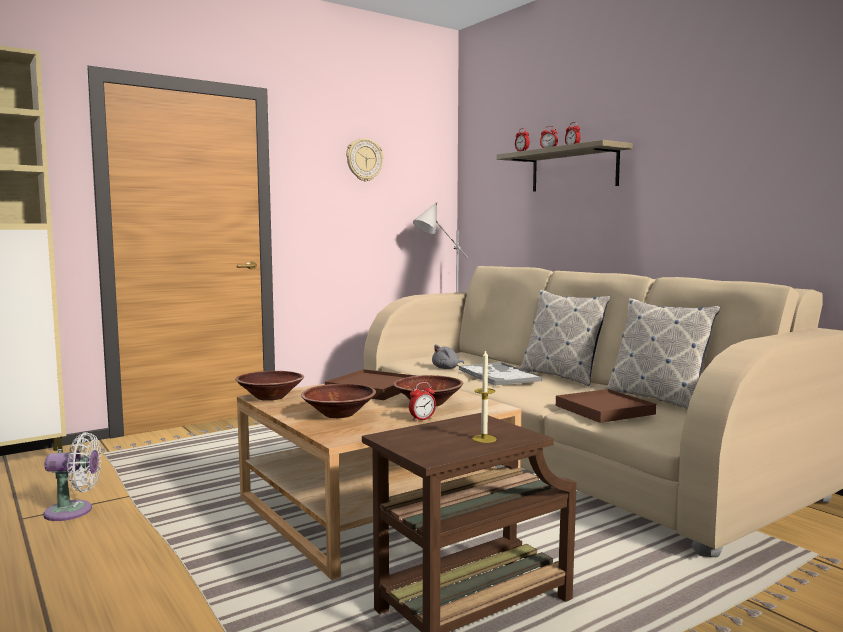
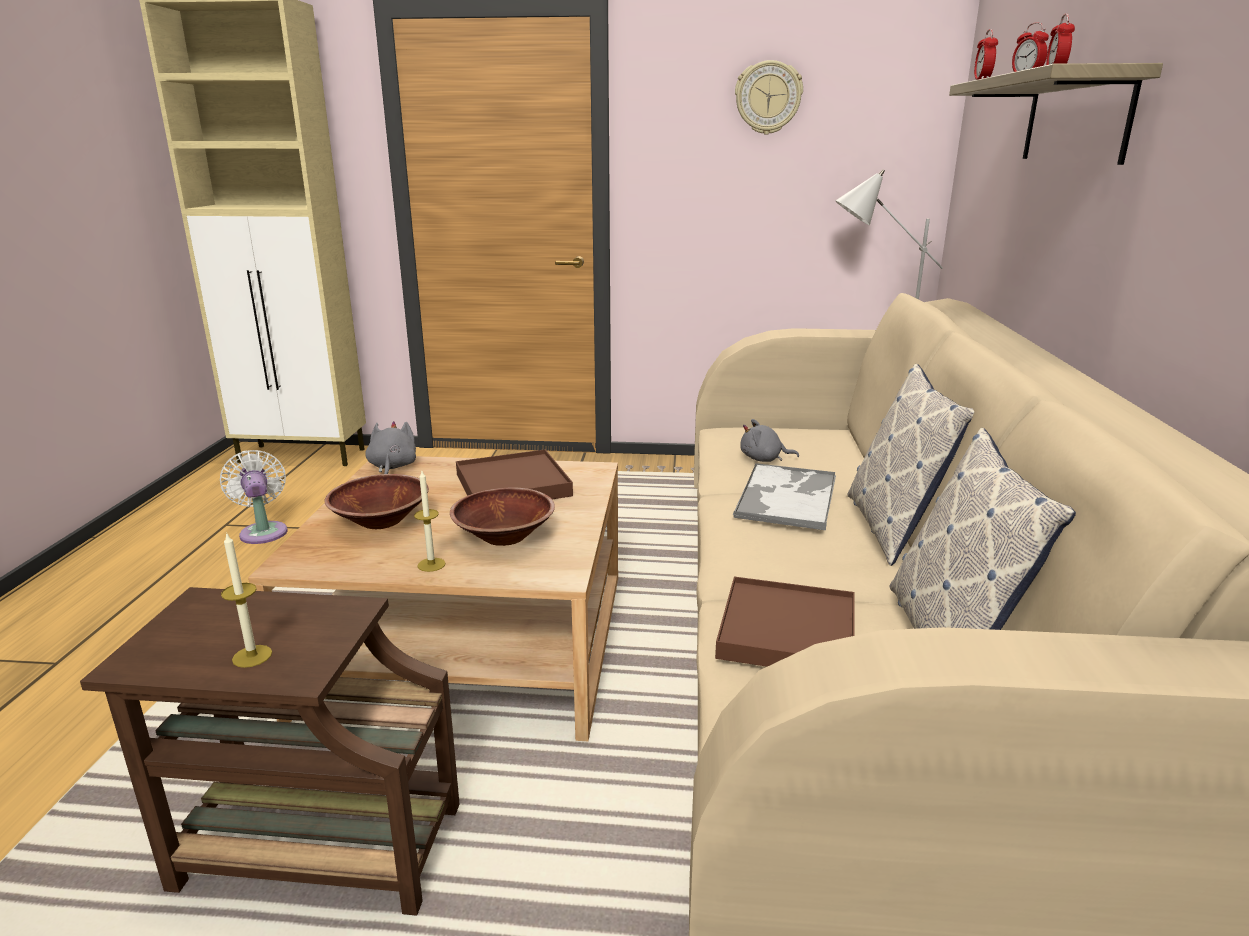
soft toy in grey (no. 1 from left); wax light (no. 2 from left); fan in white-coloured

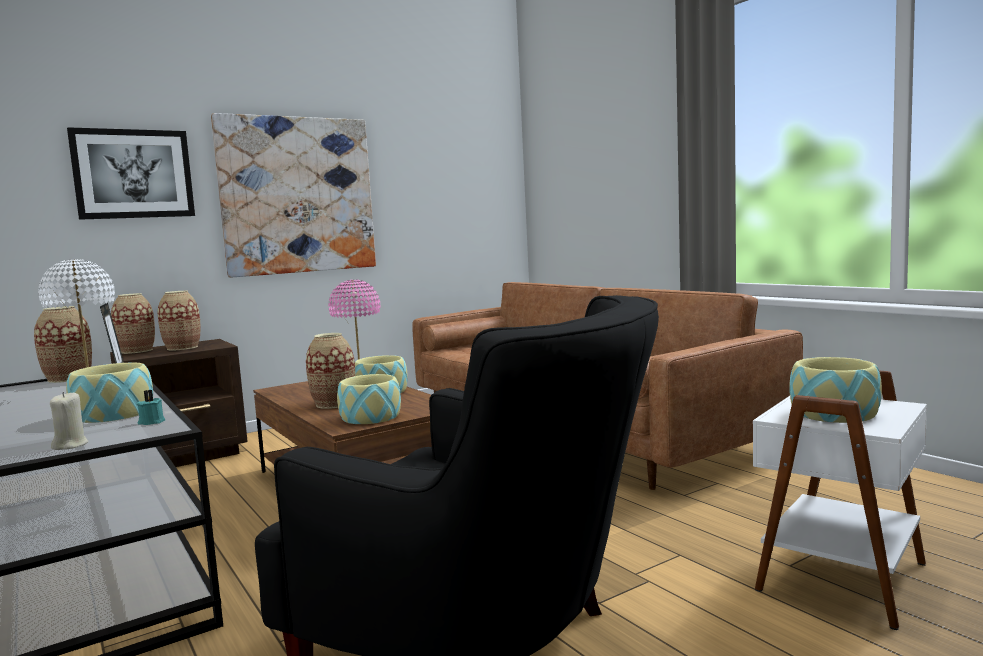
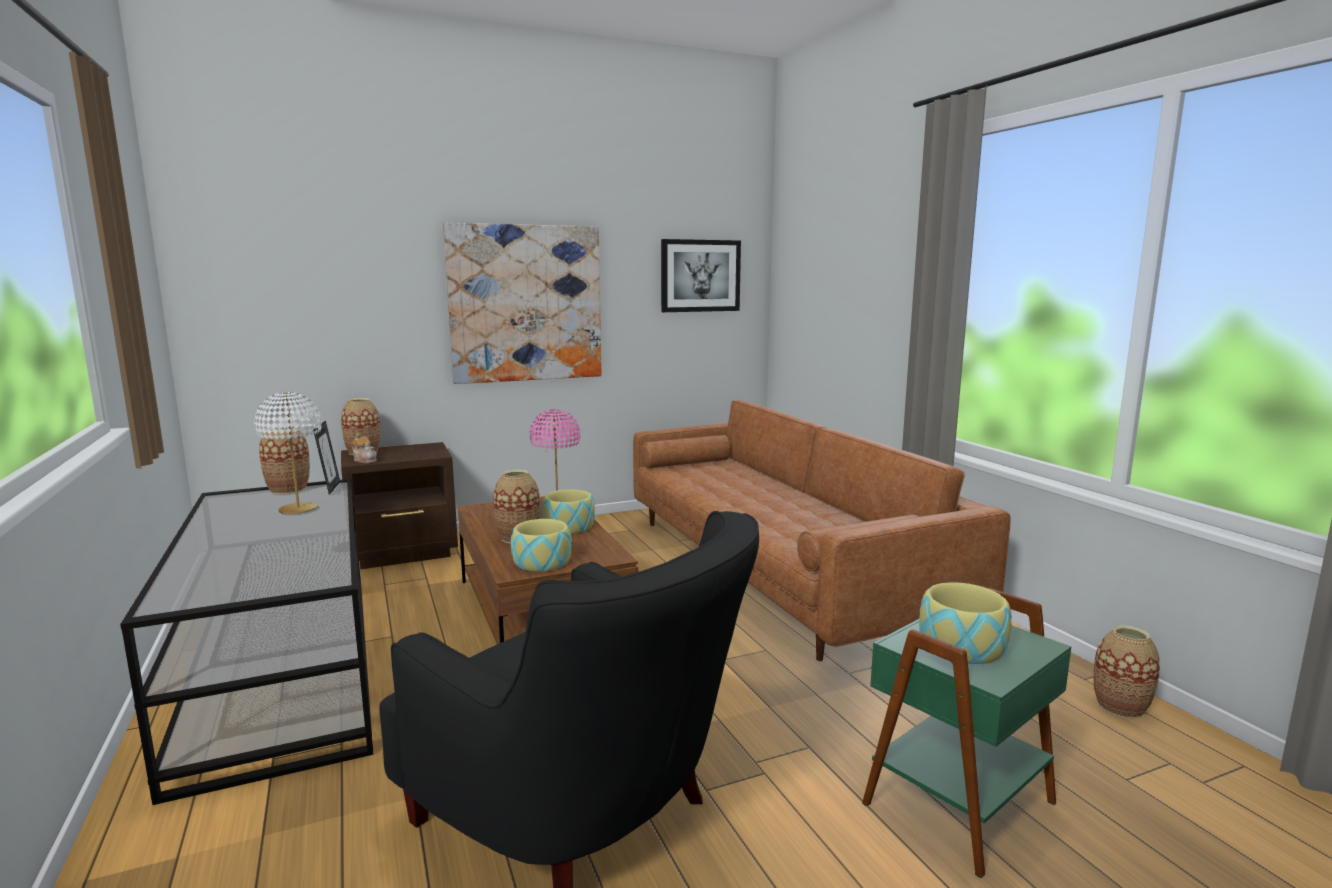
wax light in beige-coloured; serving bowl (no. 1 from left in the first image); wax light in blue-green; pot for tea; picture (no. 2 from left); decorative vase (no. 4 from left); side table in green

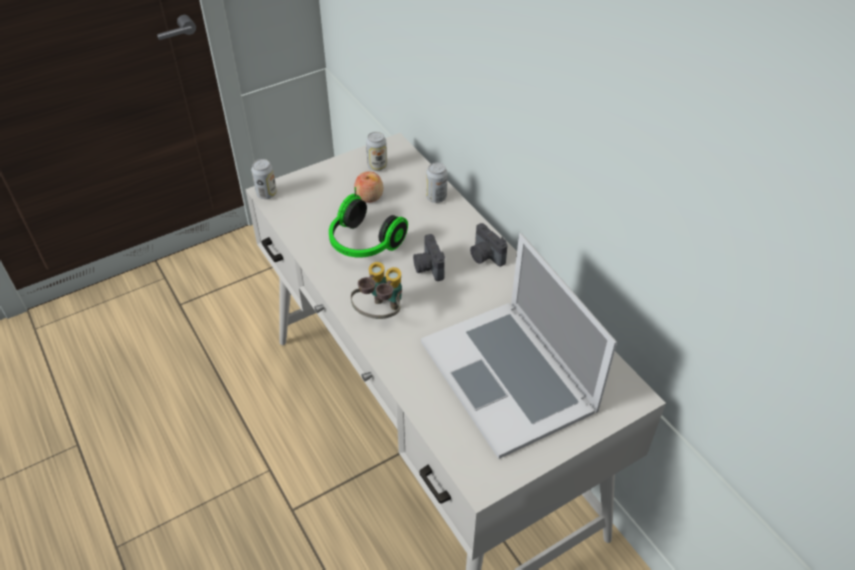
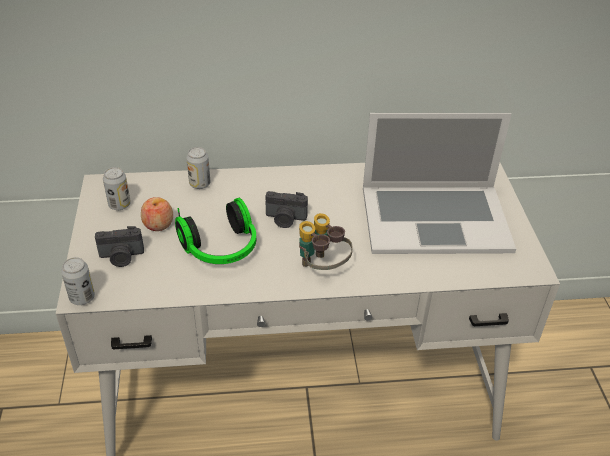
photo camera (no. 1 from left)

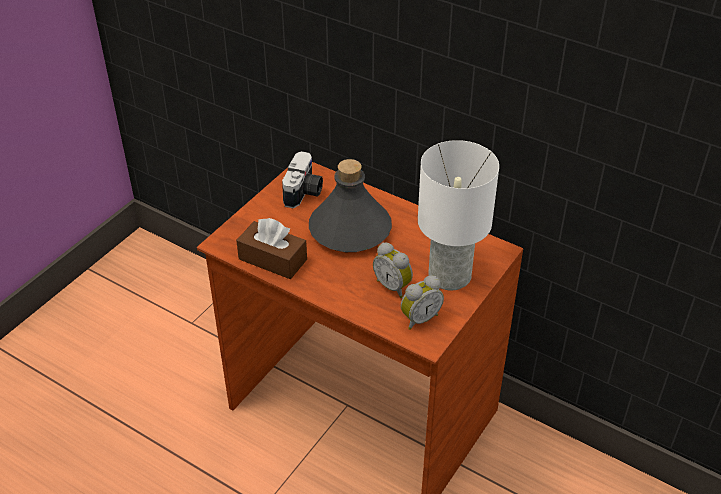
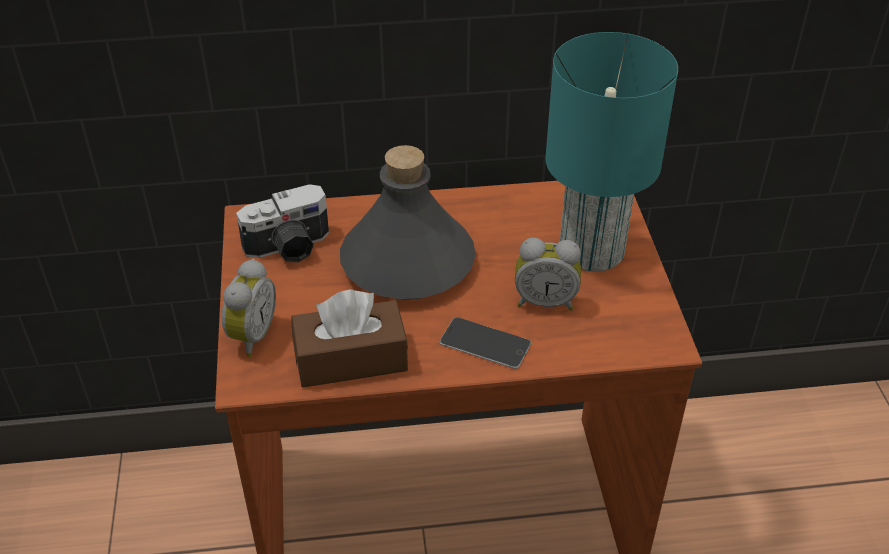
phone; bedside clock (no. 1 from left); table lamp in blue-green; photo camera

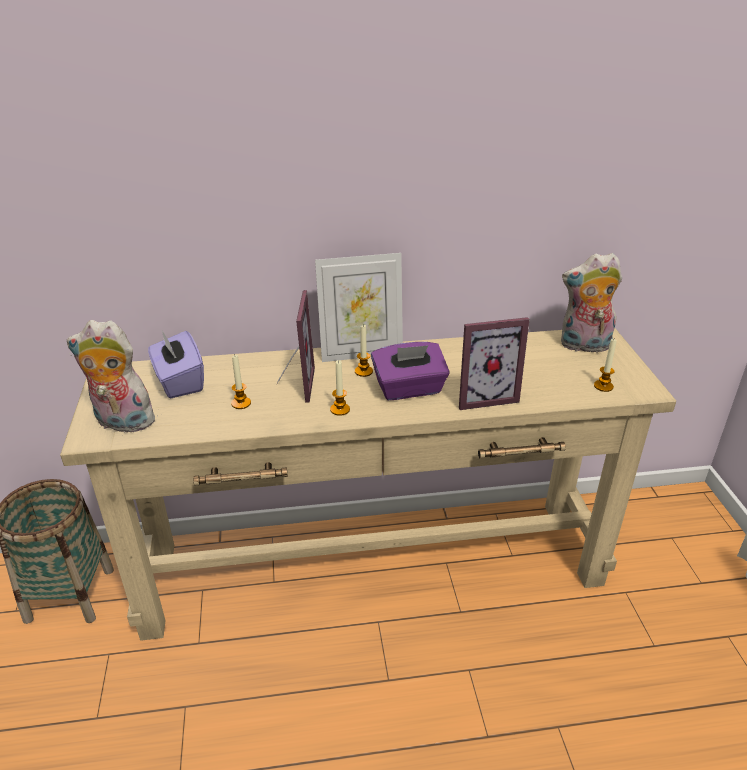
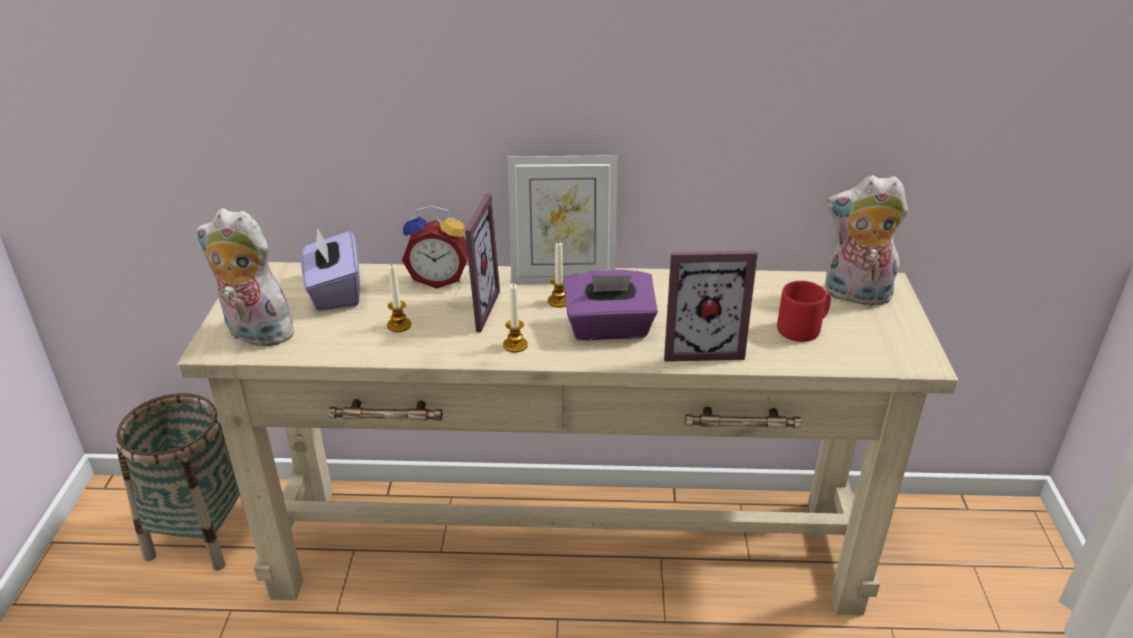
wax light (no. 4 from left in the first image); bedside clock; coffee mug in reddish

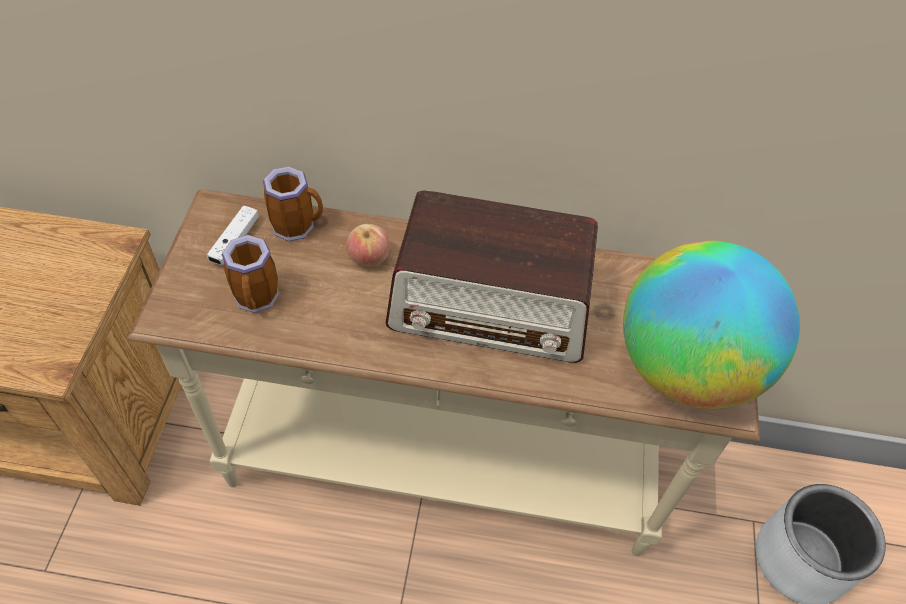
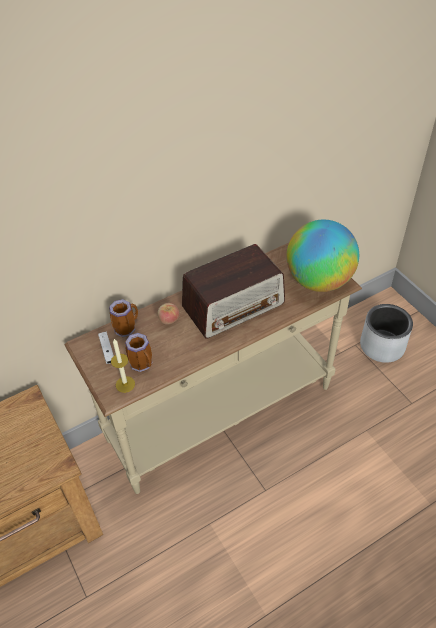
wax light

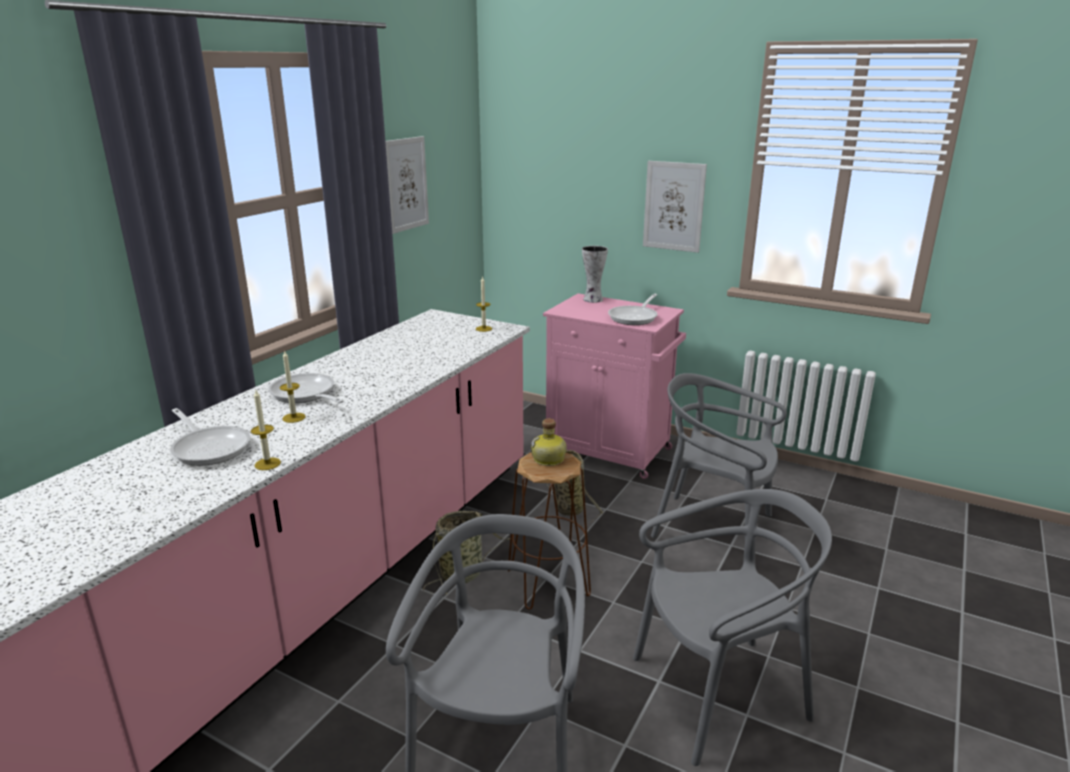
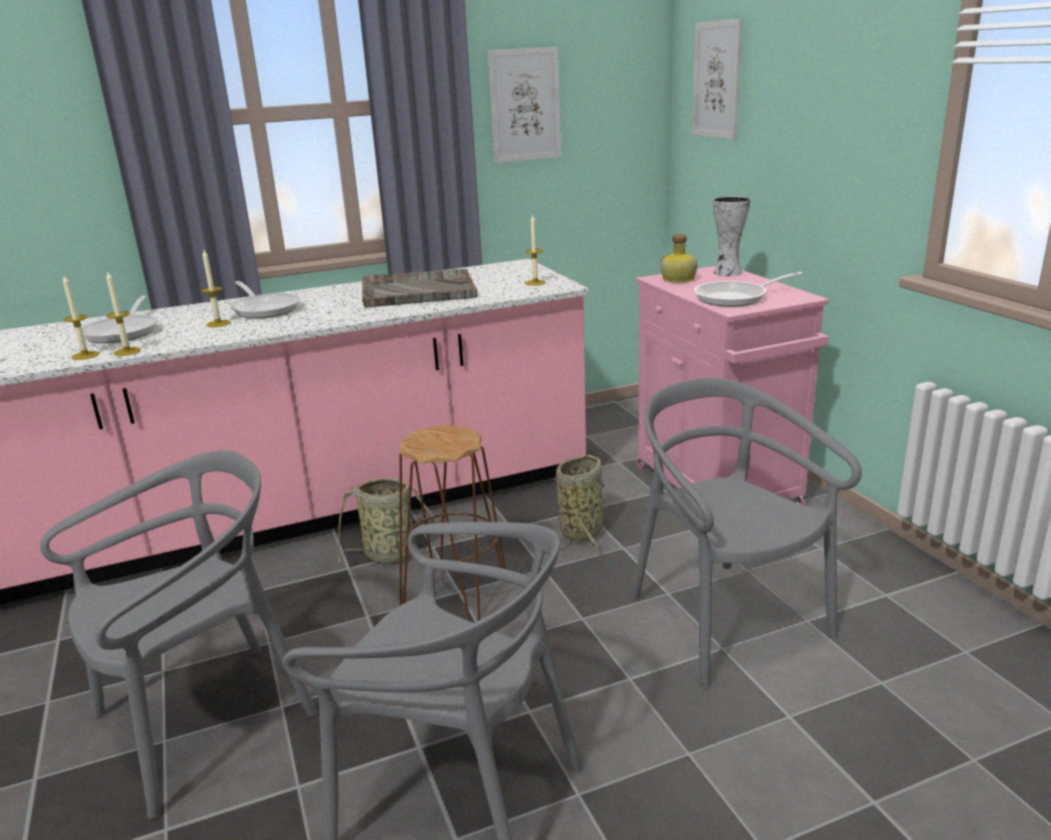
wax light (no. 1 from left); carrying tray in grey; beverage bottle; picture (no. 2 from left); frying pan (no. 2 from left)

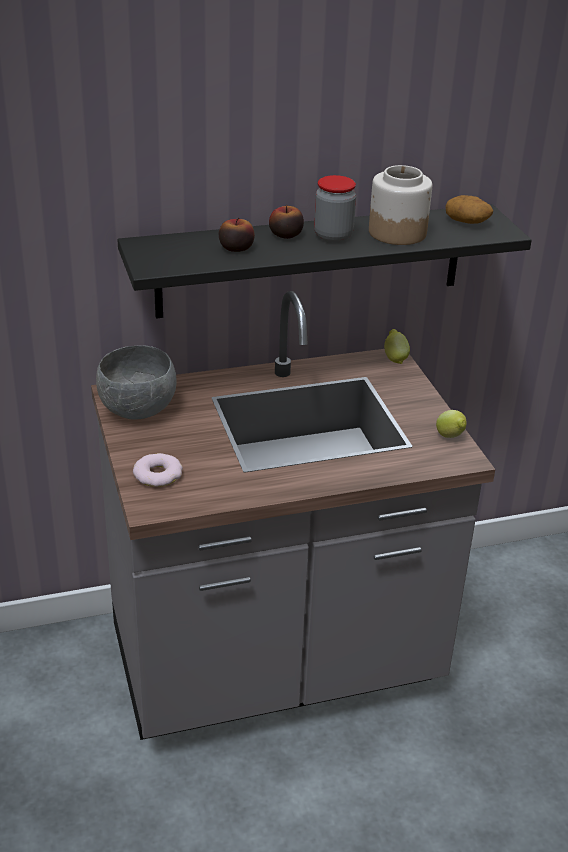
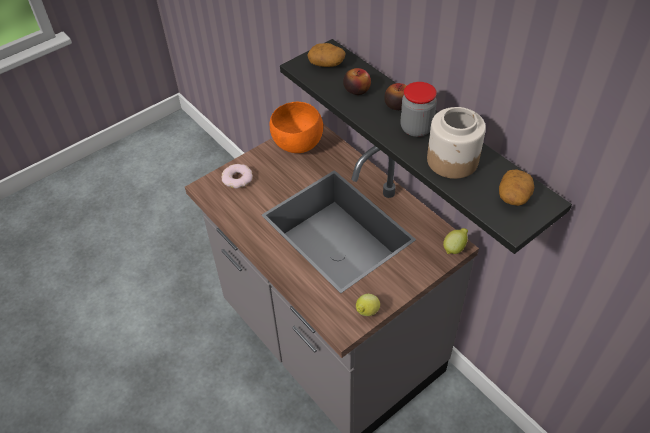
potato (no. 1 from left); serving bowl in orange-coloured

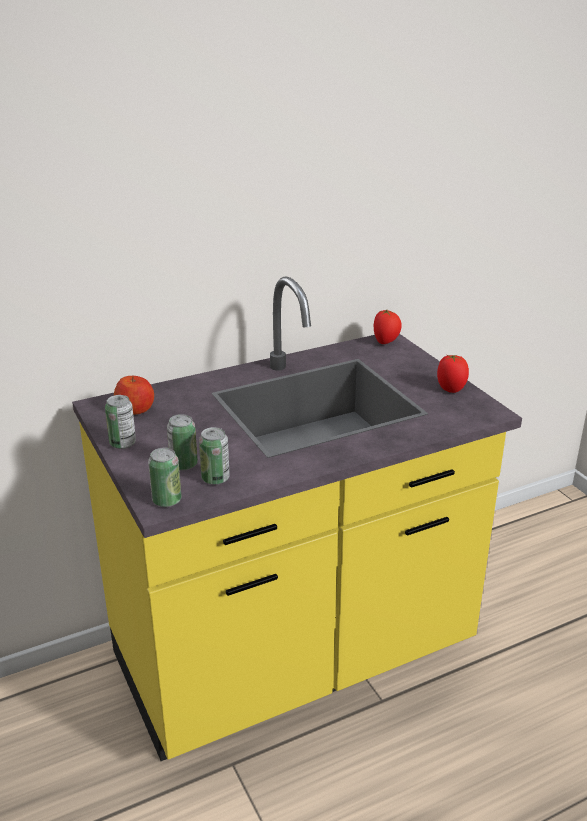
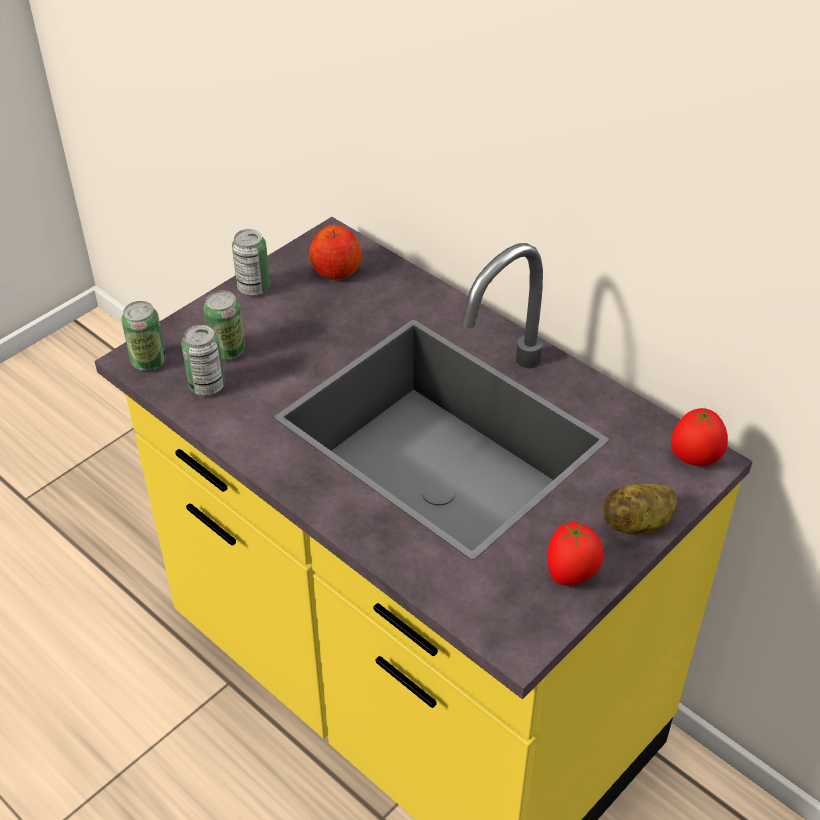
potato

